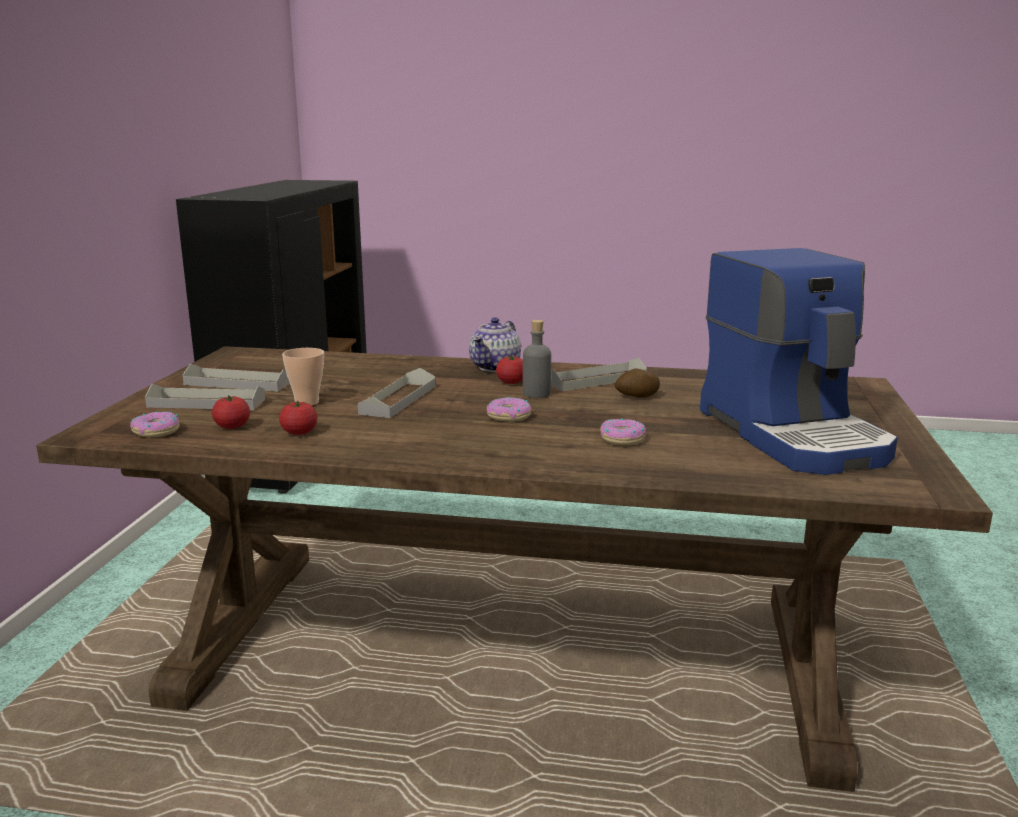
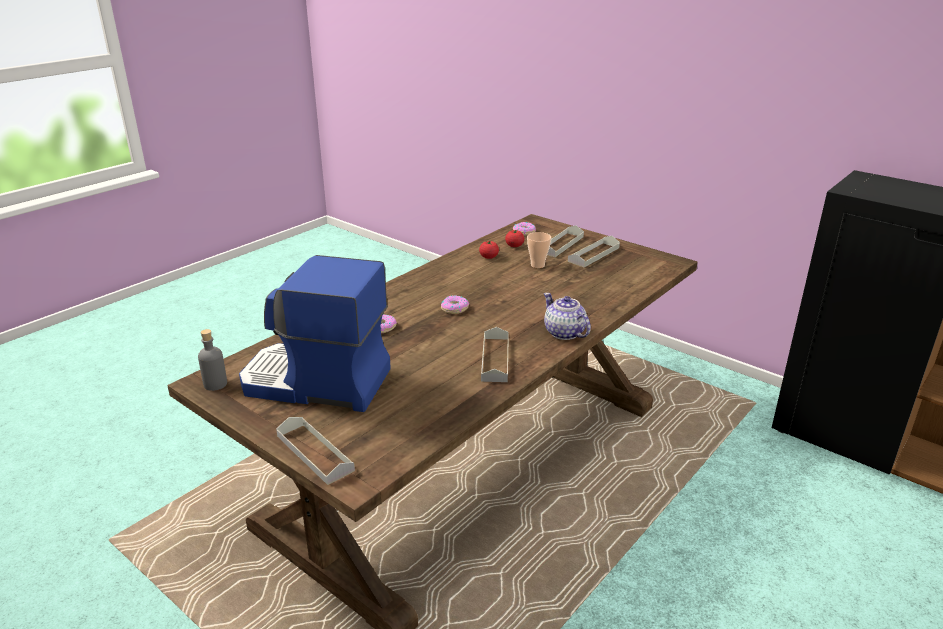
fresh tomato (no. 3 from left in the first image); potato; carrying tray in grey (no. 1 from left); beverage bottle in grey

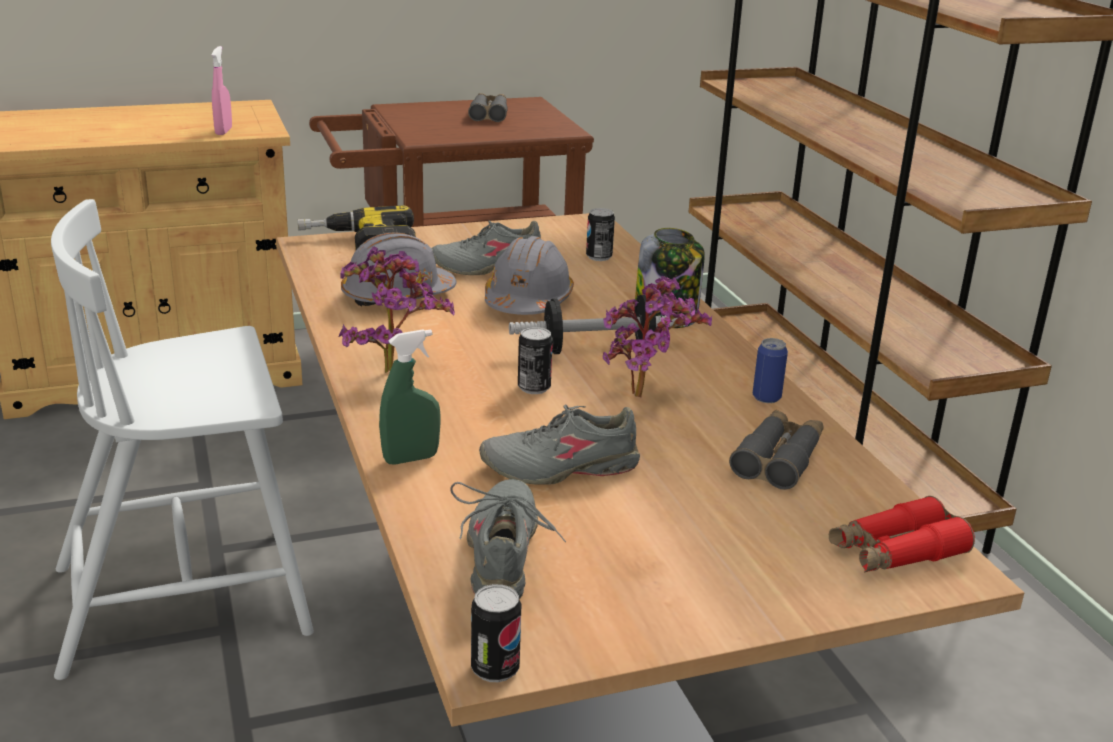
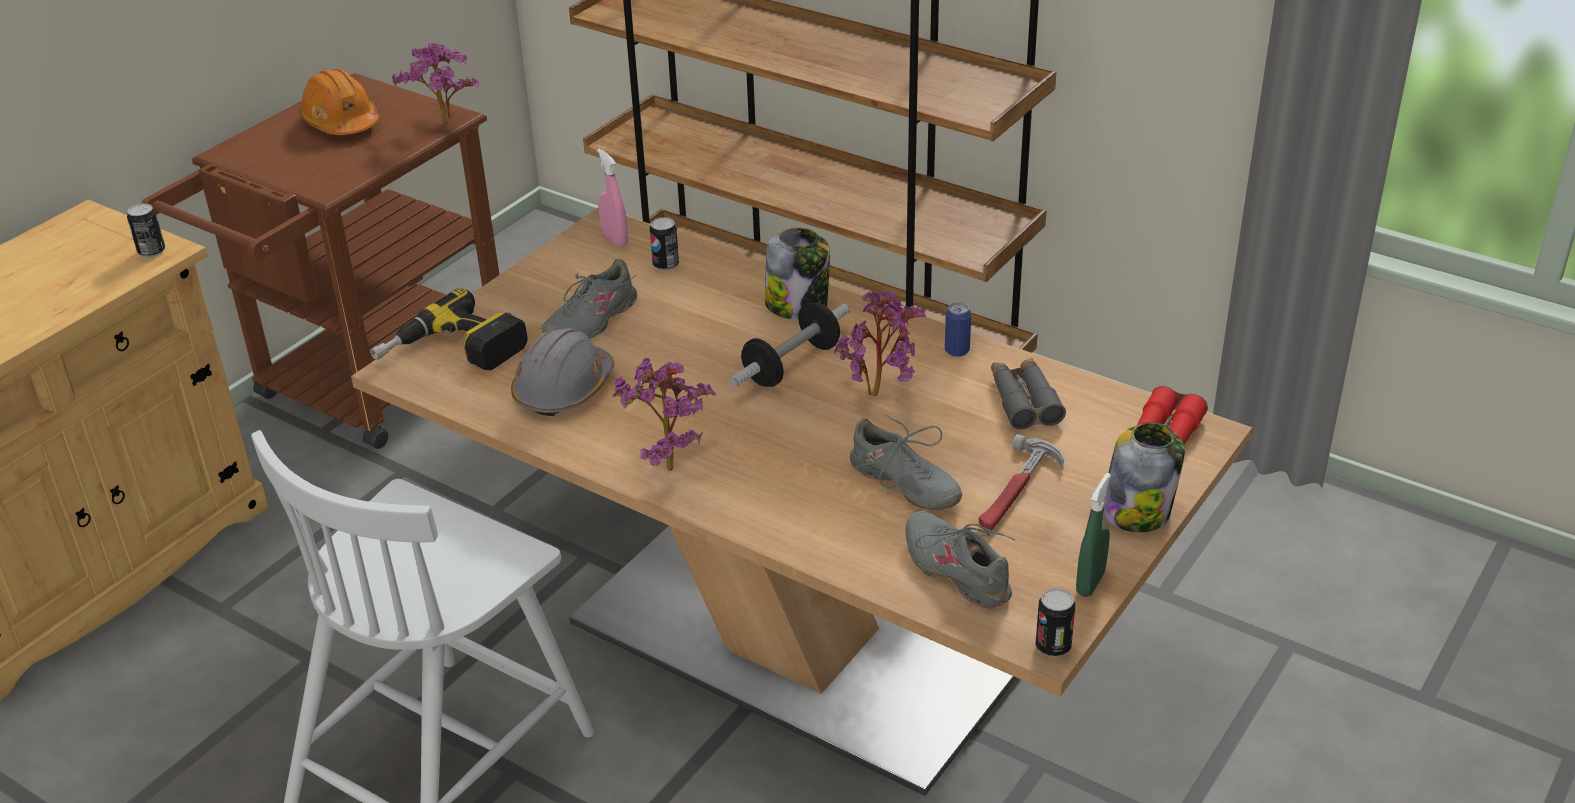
hard hat in grey (no. 2 from left in the first image); houseplant (no. 1 from left); tool hammer; jar (no. 2 from left); spray bottle in pink-coloured; spray bottle in green; can (no. 1 from left); hard hat in orange-coloured; item of footwear in grey (no. 2 from left)

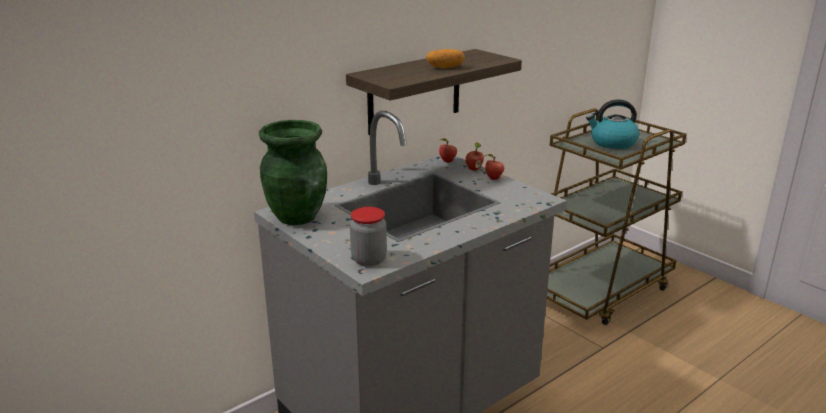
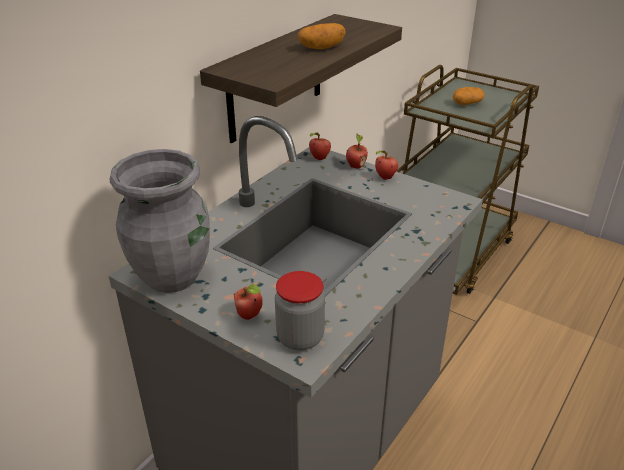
apple fruit (no. 1 from left); potato (no. 2 from left); decorative vase in grey

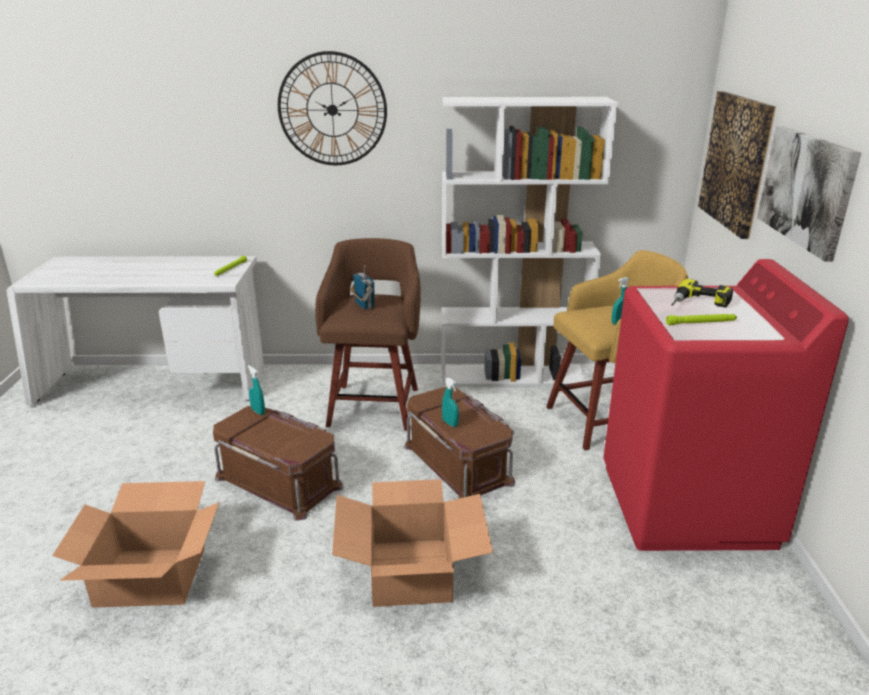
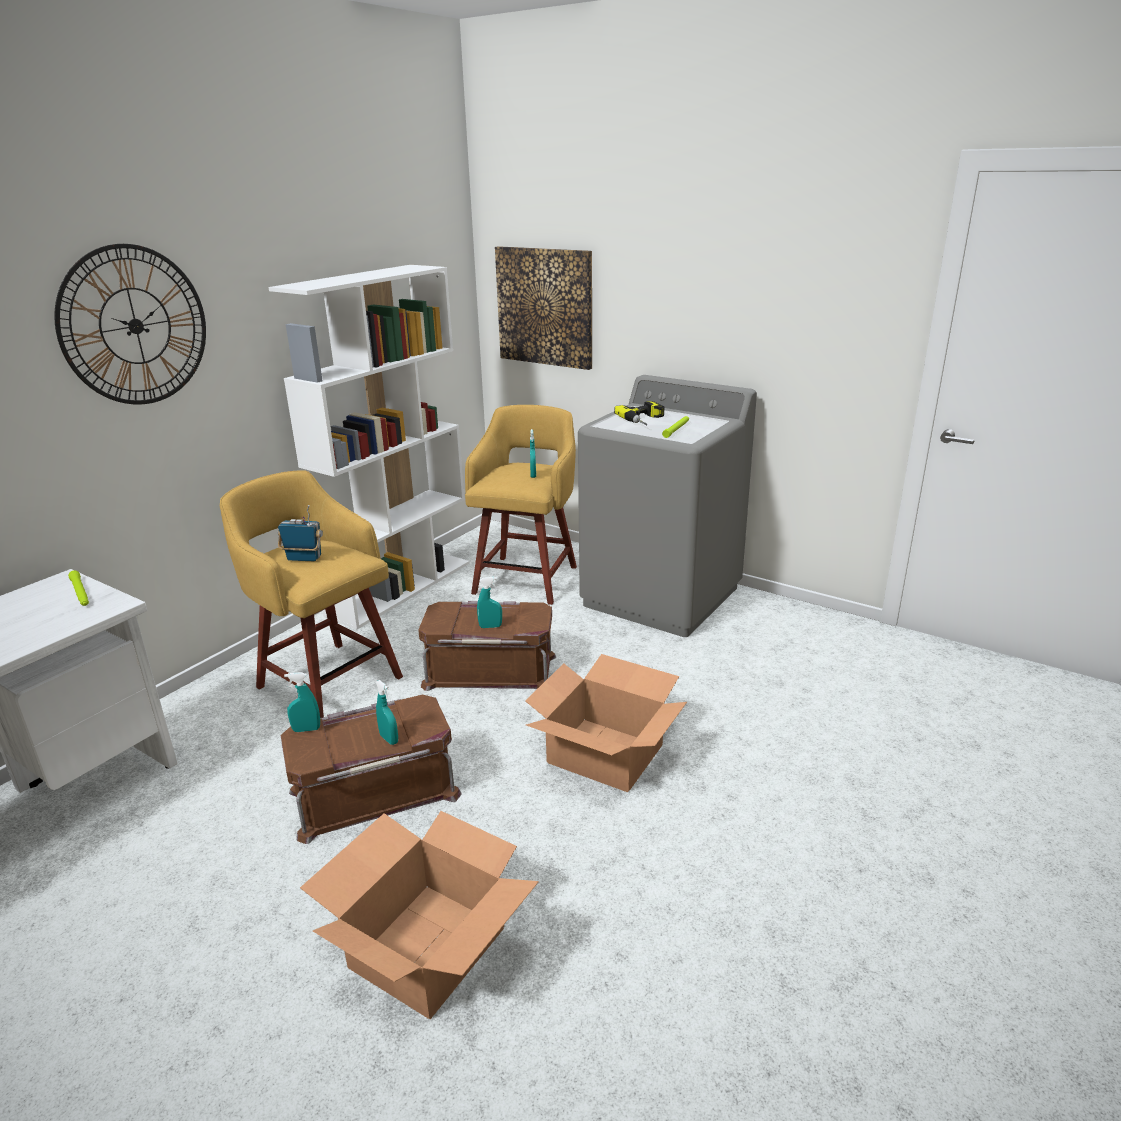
picture (no. 2 from left in the first image); spray bottle in blue-green (no. 2 from left); stool seat in yellow (no. 1 from left); laundry machine in grey

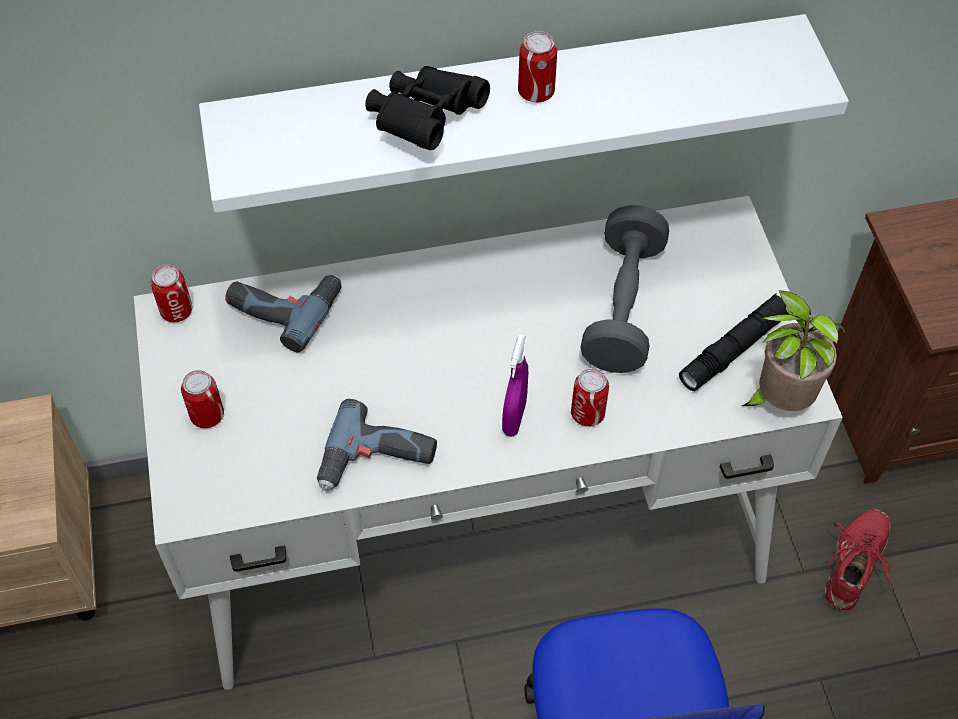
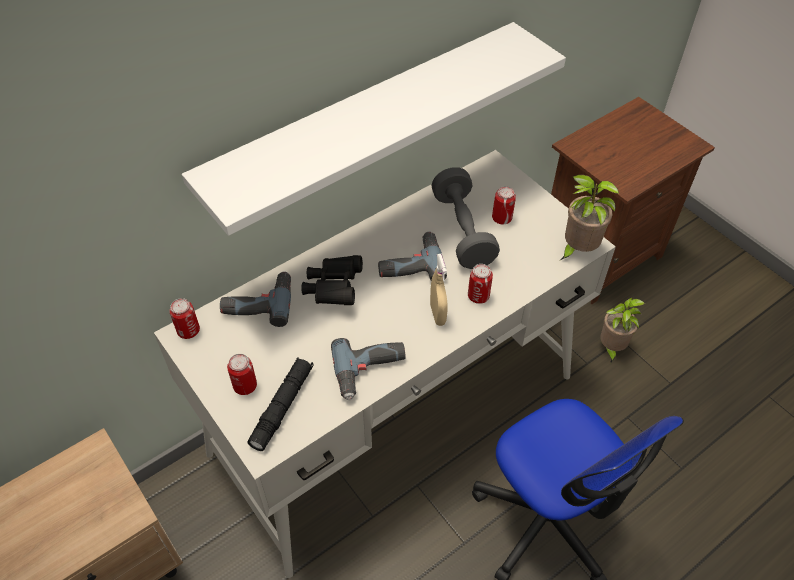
power drill (no. 3 from left); field glasses in blackish; can (no. 4 from left); torch in blackish; houseplant (no. 2 from left); spray bottle in beige-coloured

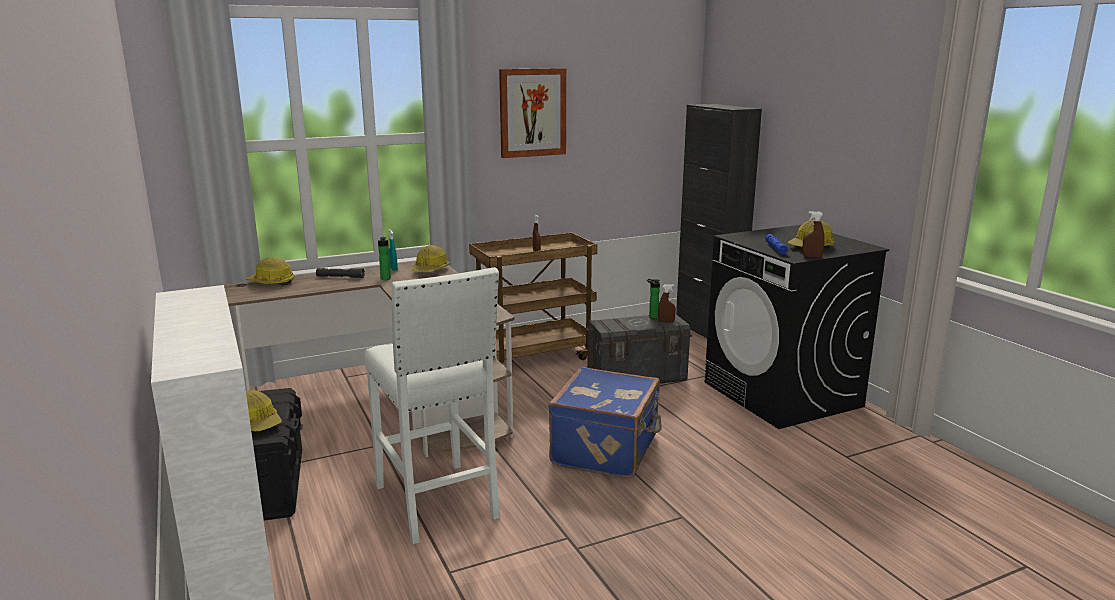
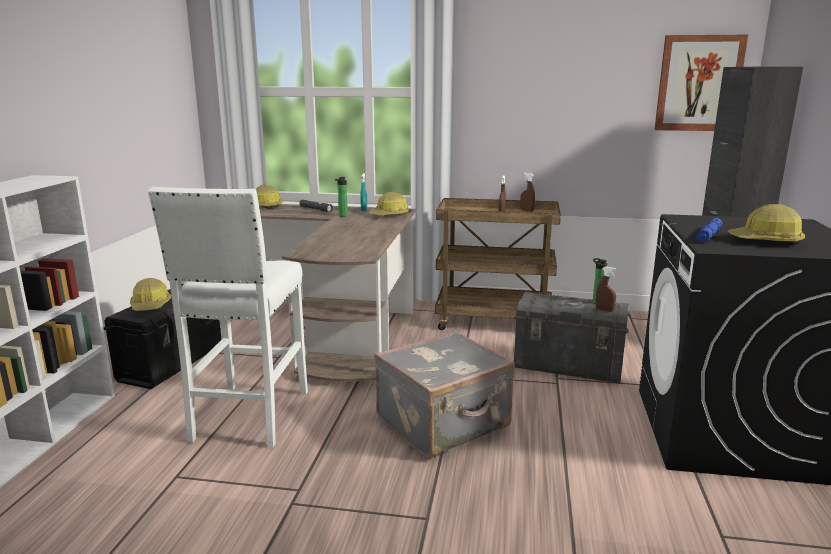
picture; spray bottle in brown-coloured (no. 2 from left); piece of luggage in grey

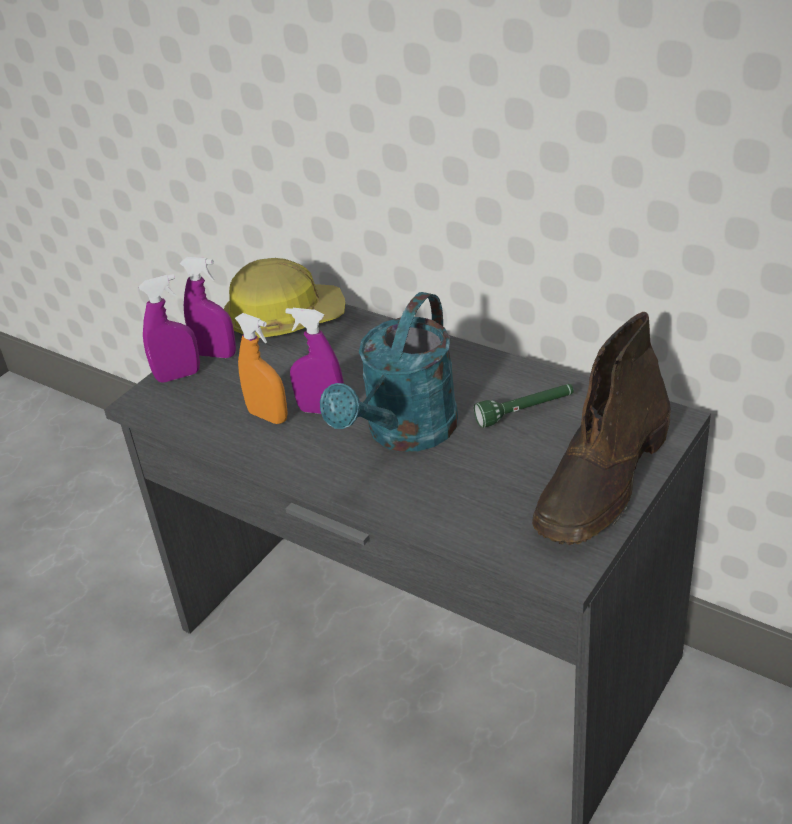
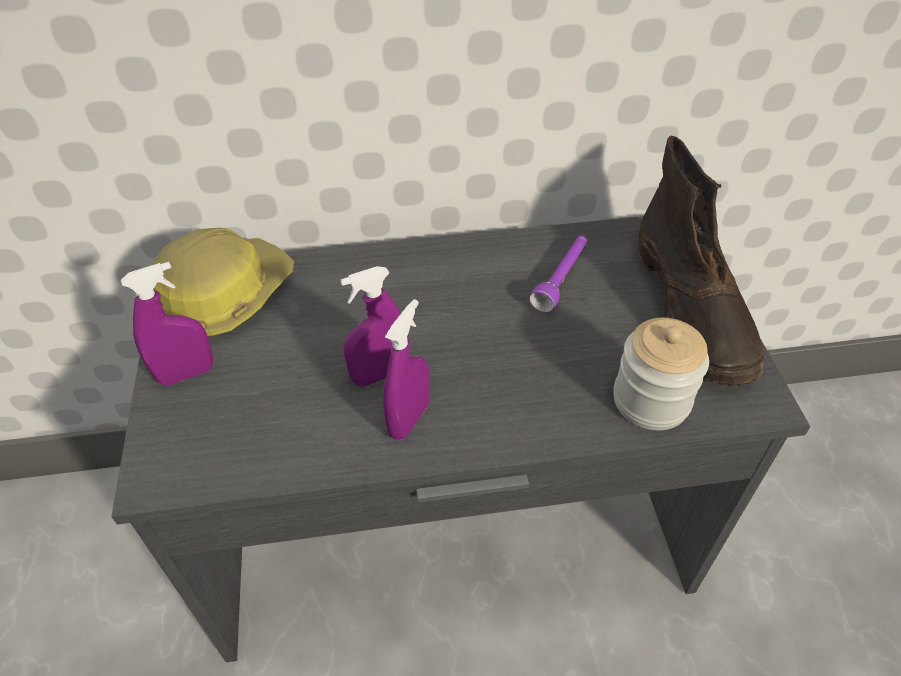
spray bottle in orange-coloured; watering can in blue-green; jar; spray bottle in purple-coloured (no. 3 from left); torch in purple-coloured

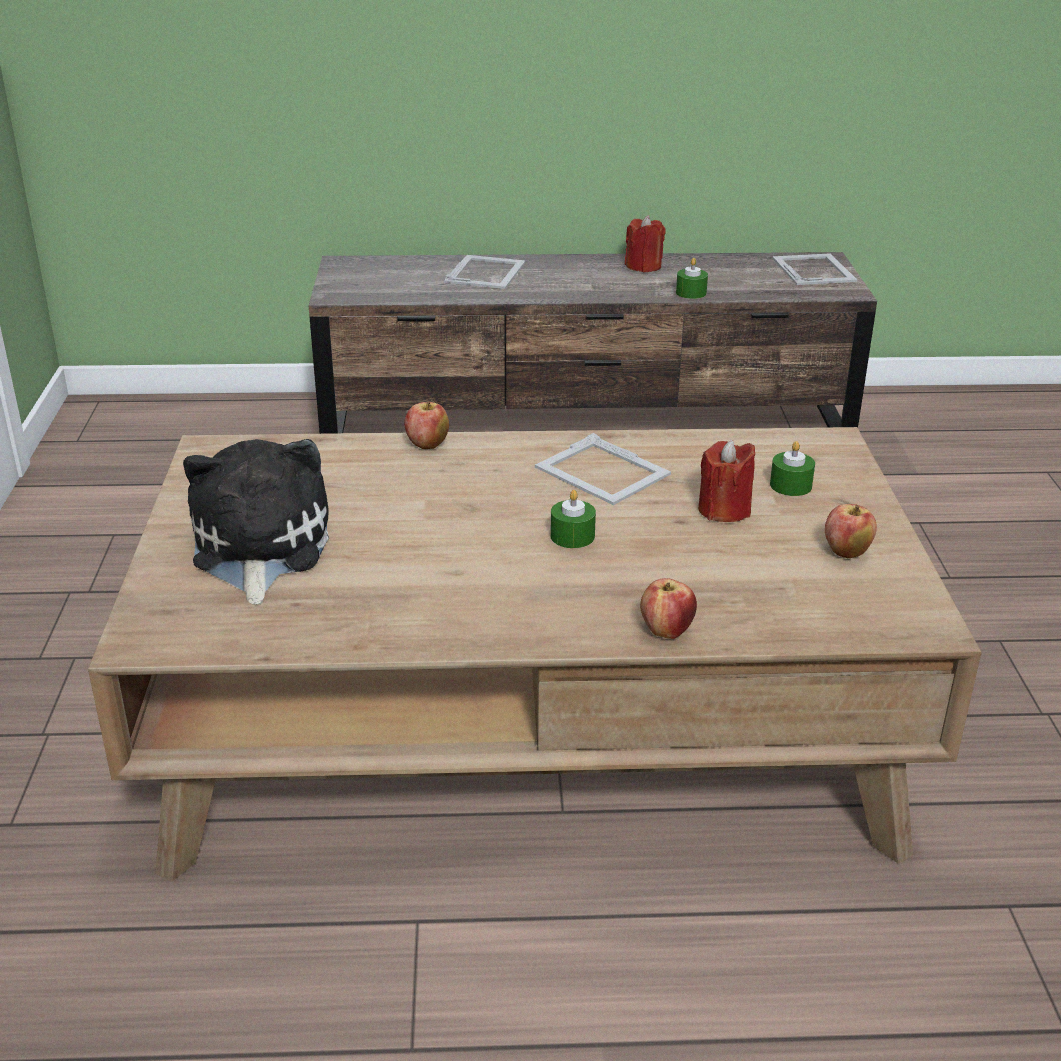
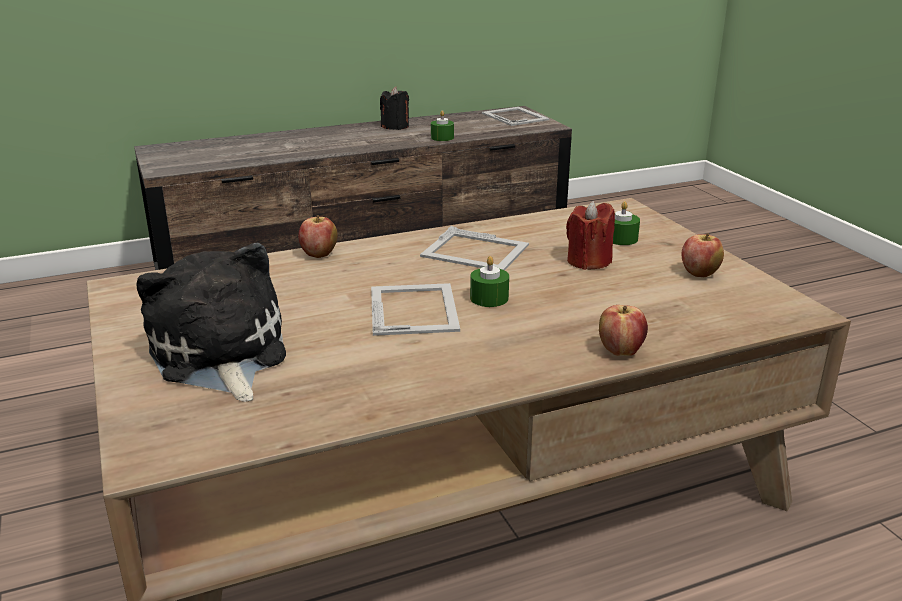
picture frame (no. 1 from left); wax light in blackish

